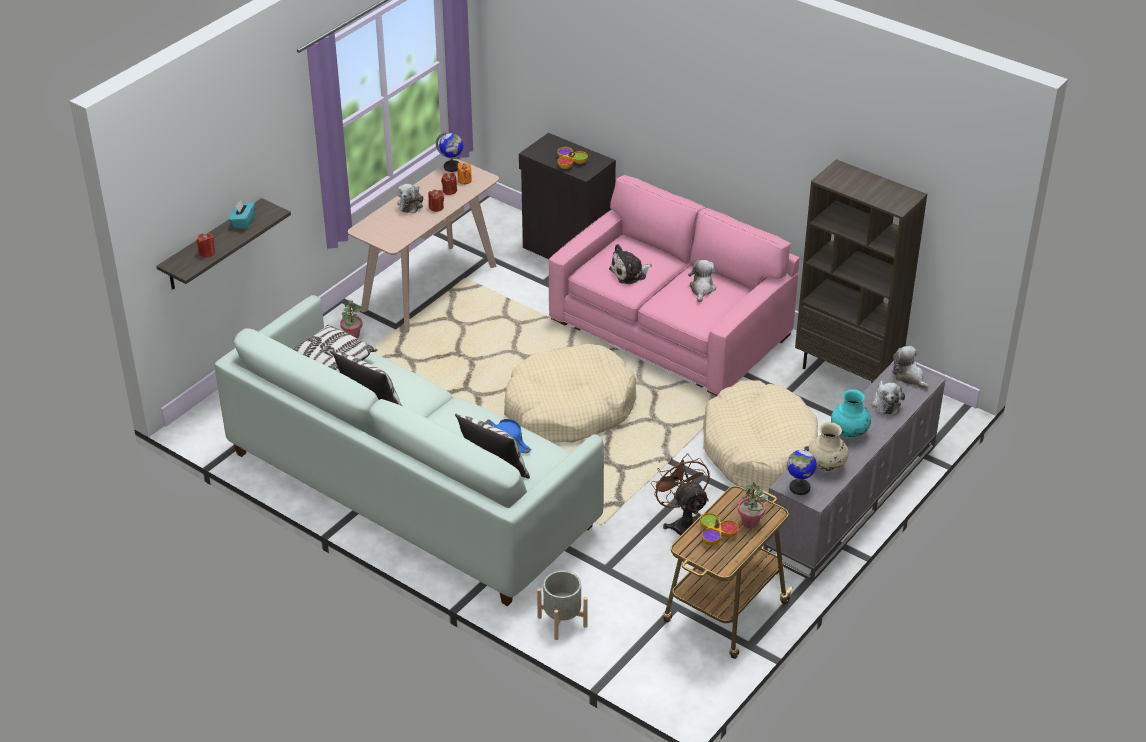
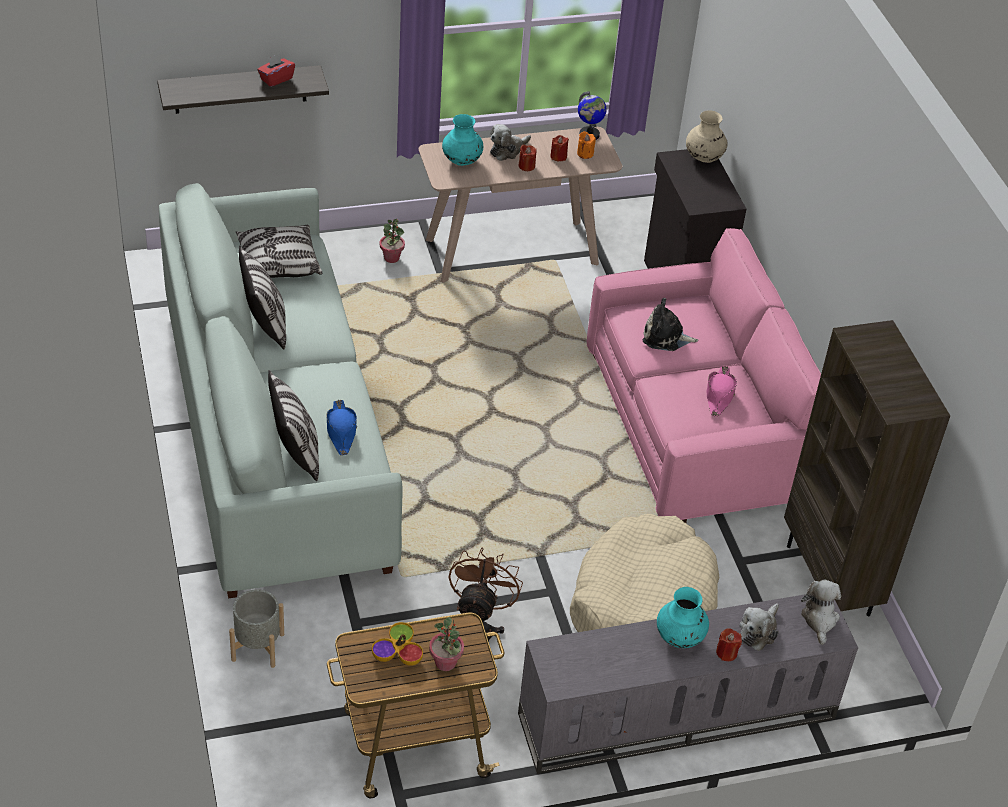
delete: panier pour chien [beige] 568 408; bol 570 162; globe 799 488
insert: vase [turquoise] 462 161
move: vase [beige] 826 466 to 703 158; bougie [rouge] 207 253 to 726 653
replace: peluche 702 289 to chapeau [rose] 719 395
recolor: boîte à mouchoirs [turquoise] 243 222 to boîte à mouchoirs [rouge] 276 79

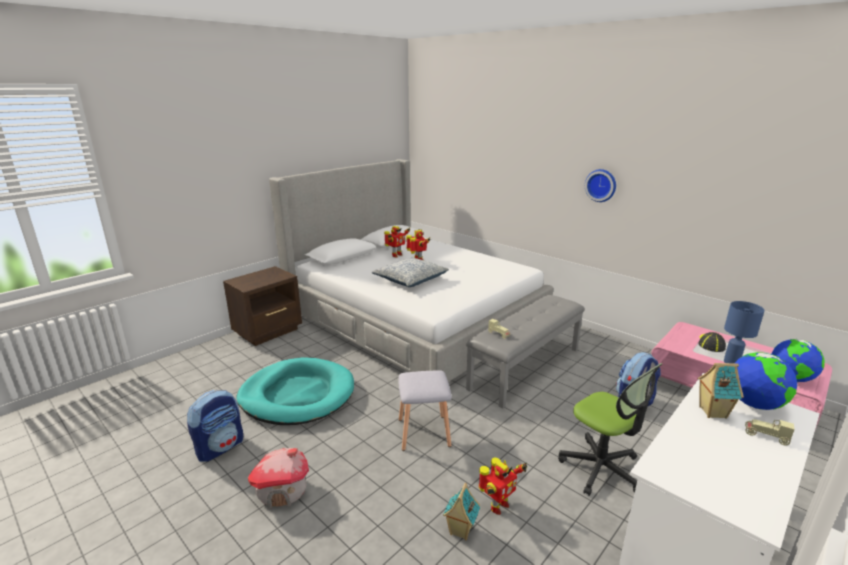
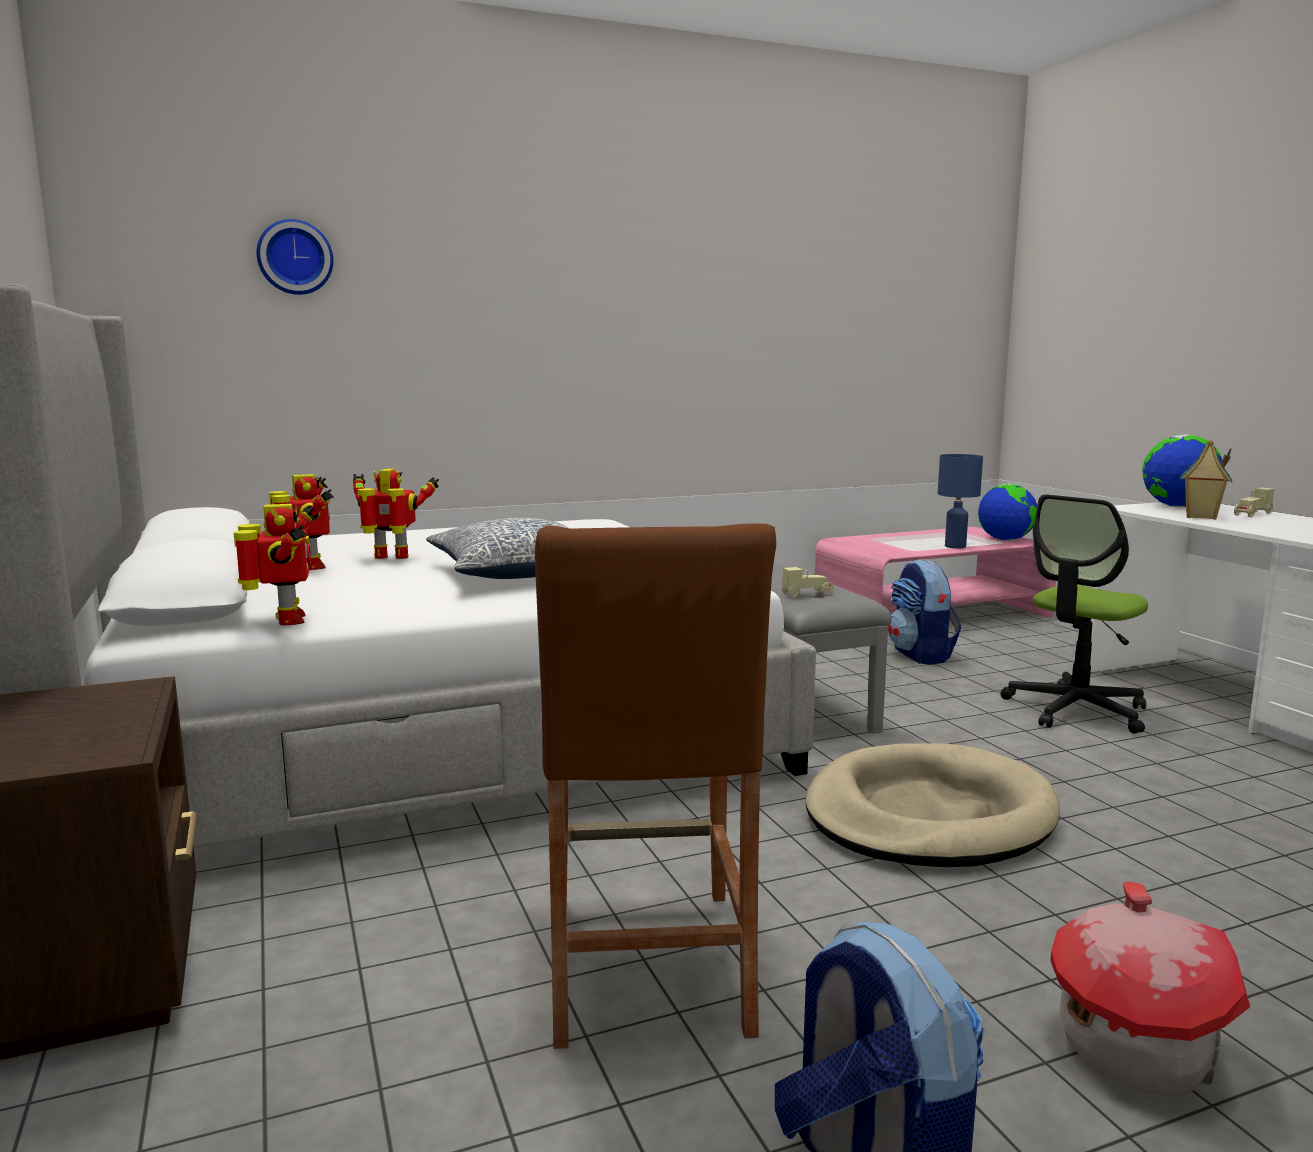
delete: maison miniature 460 531; casquette 710 344
move: robot jouet 497 506 to 286 620; horloge murale 601 185 to 295 257
replace: panier pour chien [turquoise] 297 395 to tabouret [marron] 646 962; tabouret [gris] 423 432 to panier pour chien [beige] 928 815
rotate: chaise de bureau 601 468 = 1076 710 150 degrees clockwise

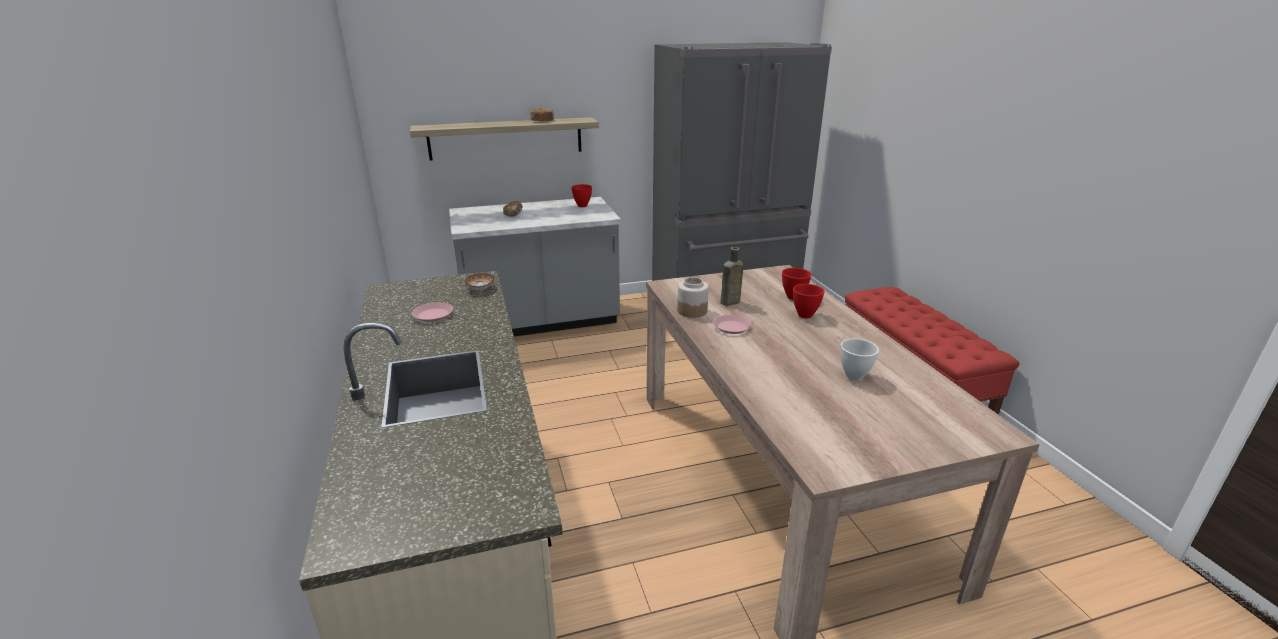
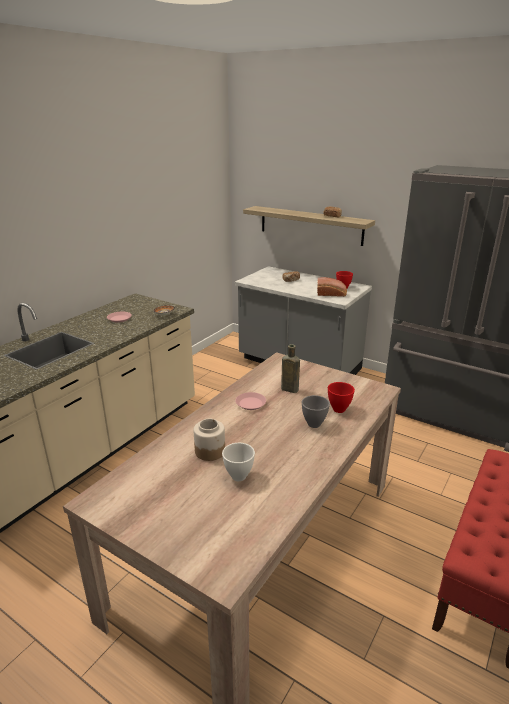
insert: pain 331 294
move: bocal 692 311 to 210 451
recolor: bol [rouge] 805 315 to bol [gris] 313 424

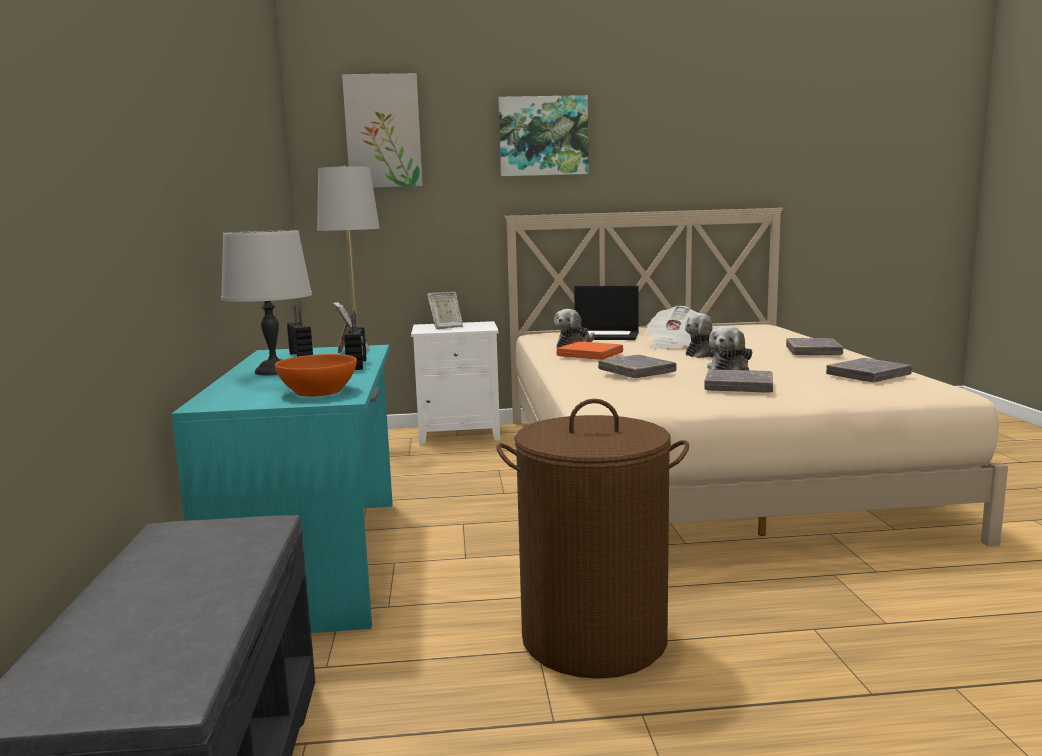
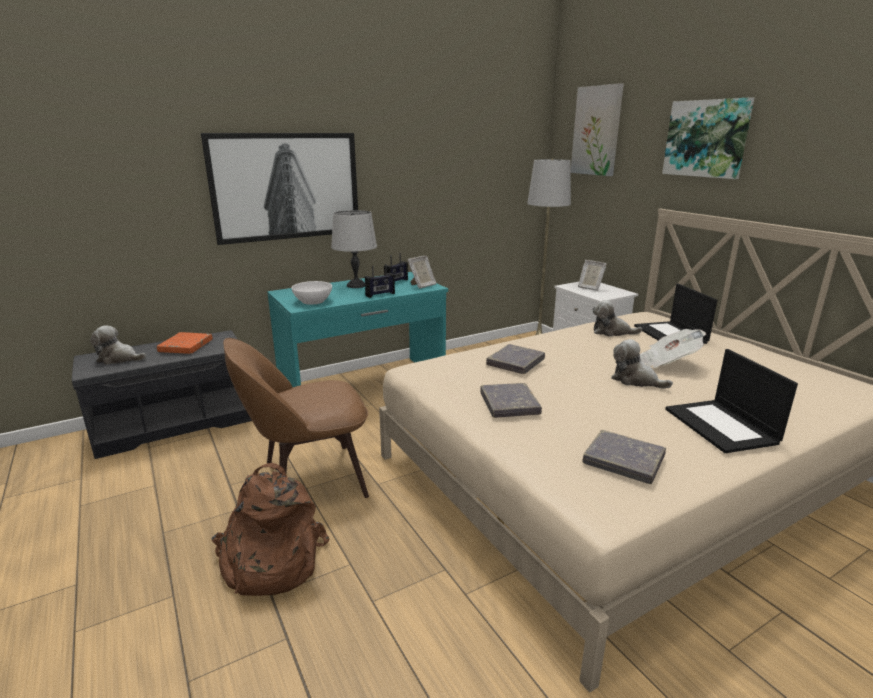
insert: tableau 286 187; sac à dos [marron] 270 561
move: peluche 729 370 to 119 359; livre [orange] 590 355 to 185 346
replace: panier à linge [marron] 593 639 to chaise [marron] 309 480; livre [gris] 813 351 to ordinateur portable 722 426
recolor: bol [orange] 318 391 to bol [blanc] 313 301

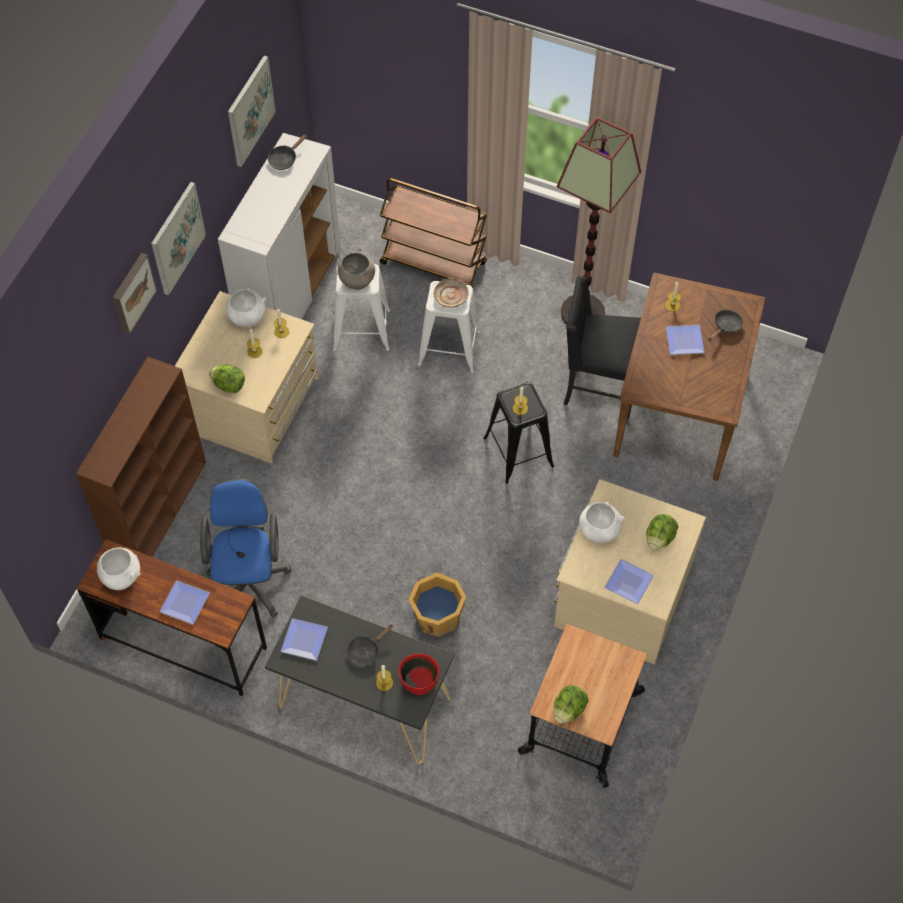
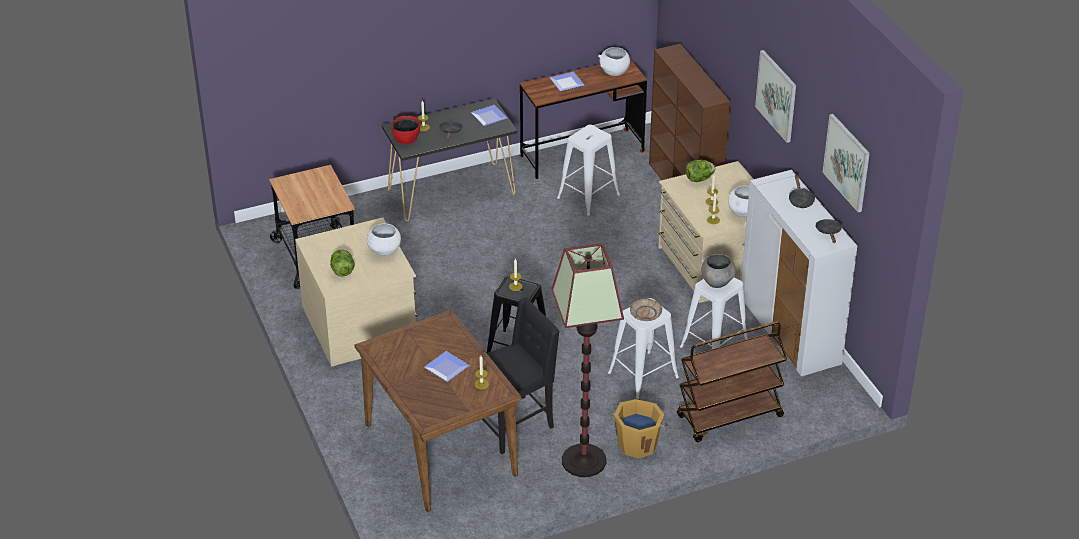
delete: tableau 132 292; laitue 569 709; assiette 630 582
move: seau [orange] 436 617 to 638 443; poêle [noir] 726 326 to 800 199
replace: chaise de bureau [bleu] 249 579 to tabouret [blanc] 588 196

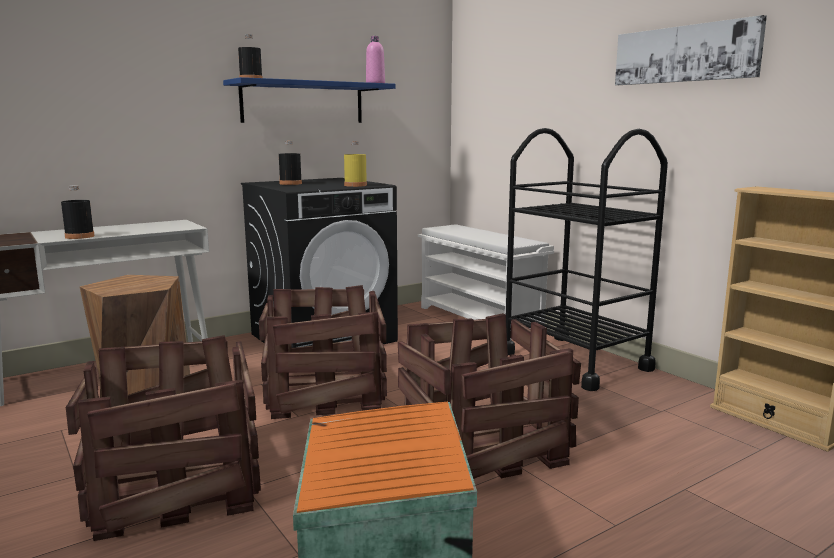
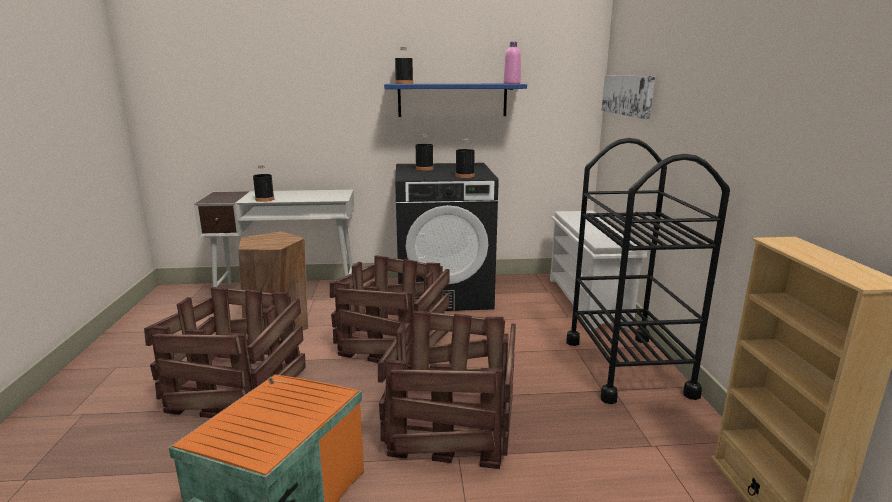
move: tableau 685 54 to 628 95
recolor: bouteille [jaune] 355 185 to bouteille [noir] 465 176

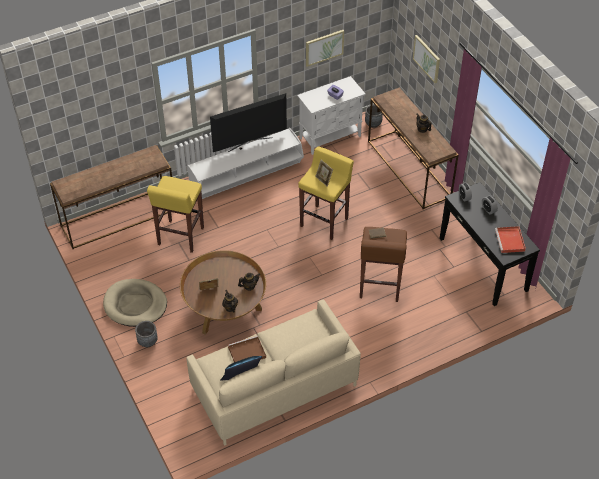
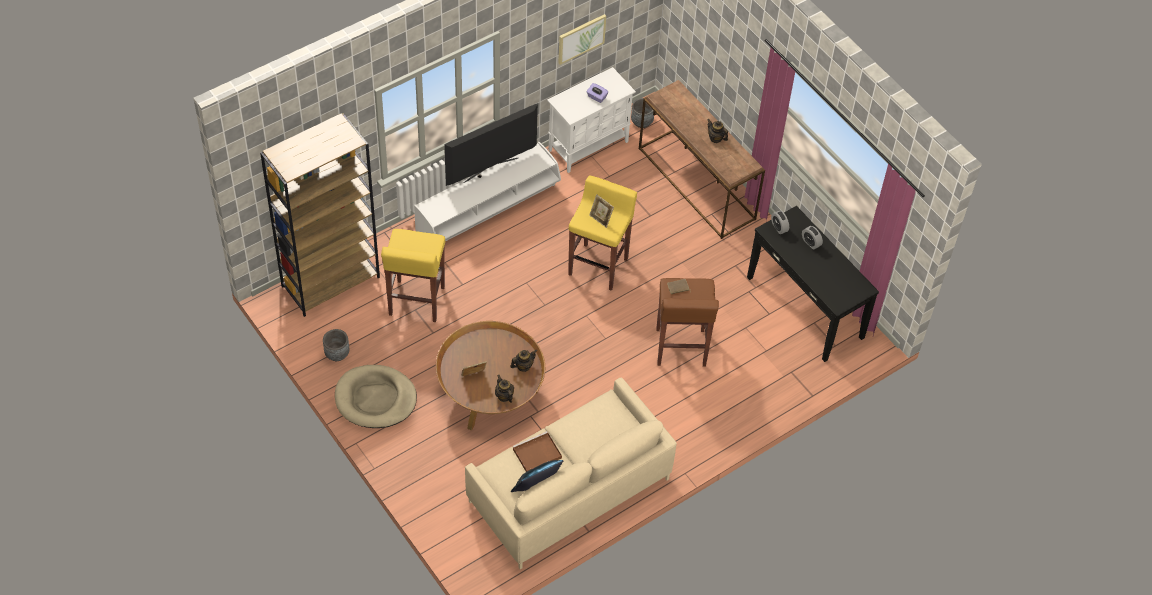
delete: tableau 427 58; plateau [rouge] 510 241
move: cache-pot [gris] 147 341 to 337 354
replace: table console [marron] 119 217 to bibliothèque [marron] 331 281

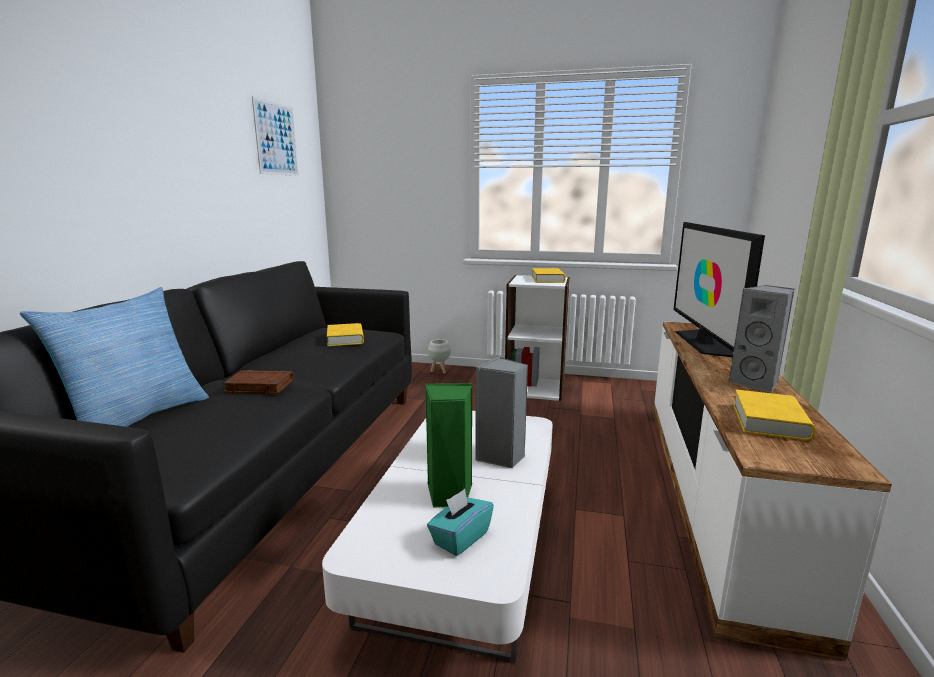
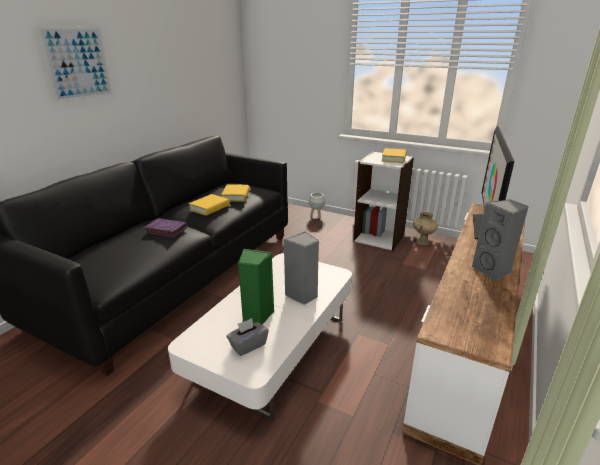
delete: coussin 136 419
insert: vase [beige] 422 242
move: tableau 276 139 to 78 63; livre [jaune] 769 421 to 209 208
recolor: livre [marron] 259 386 to livre [violet] 166 230; boîte à mouchoirs [turquoise] 460 538 to boîte à mouchoirs [gris] 248 345

